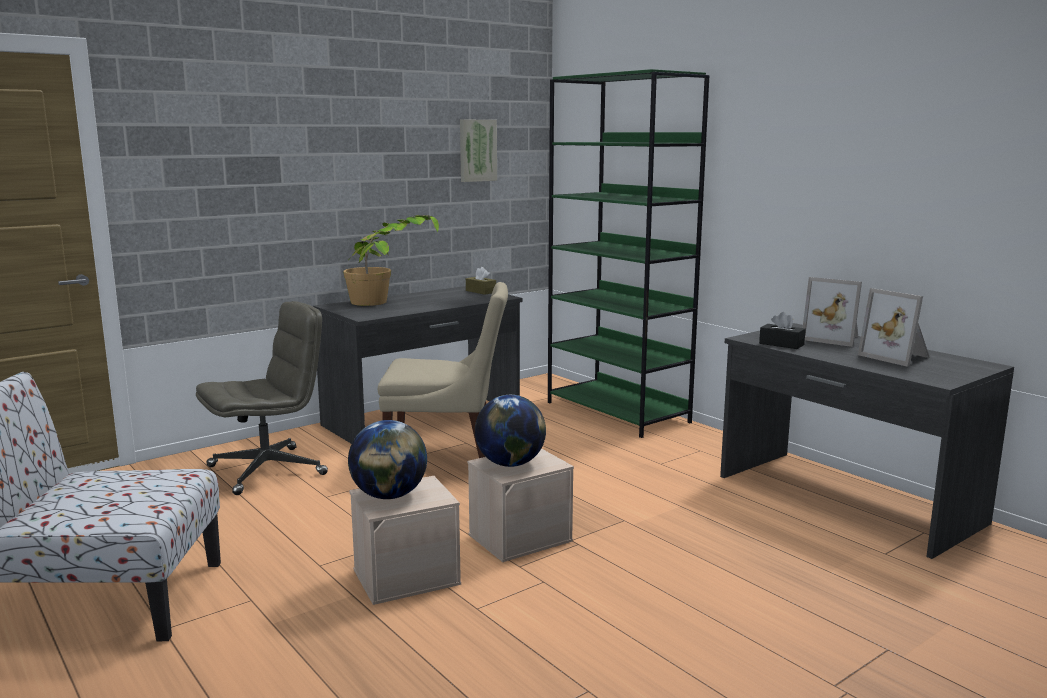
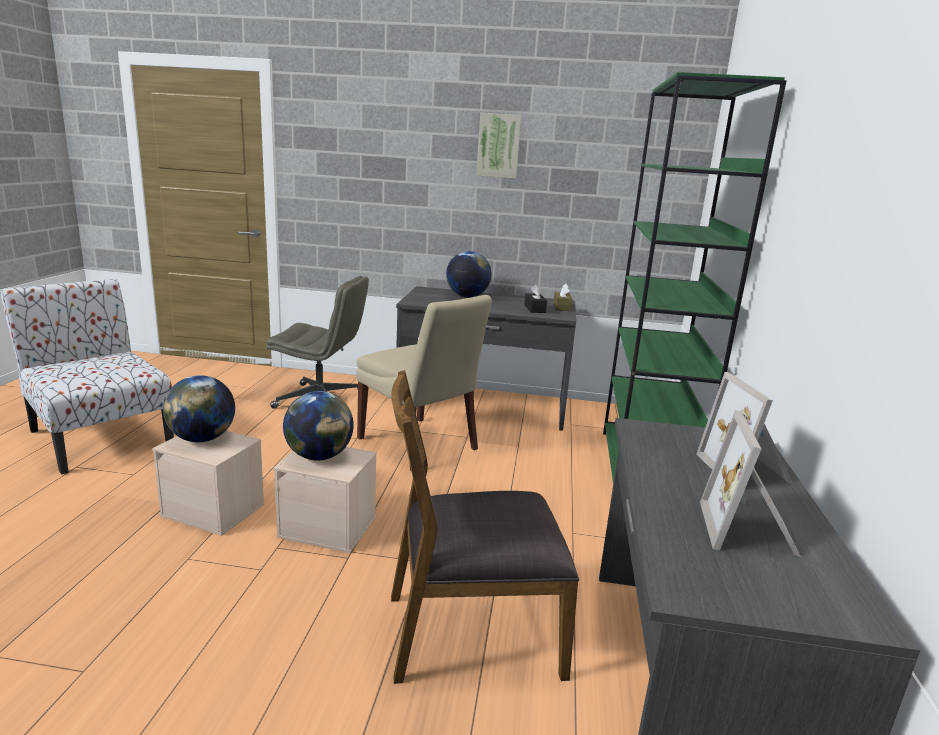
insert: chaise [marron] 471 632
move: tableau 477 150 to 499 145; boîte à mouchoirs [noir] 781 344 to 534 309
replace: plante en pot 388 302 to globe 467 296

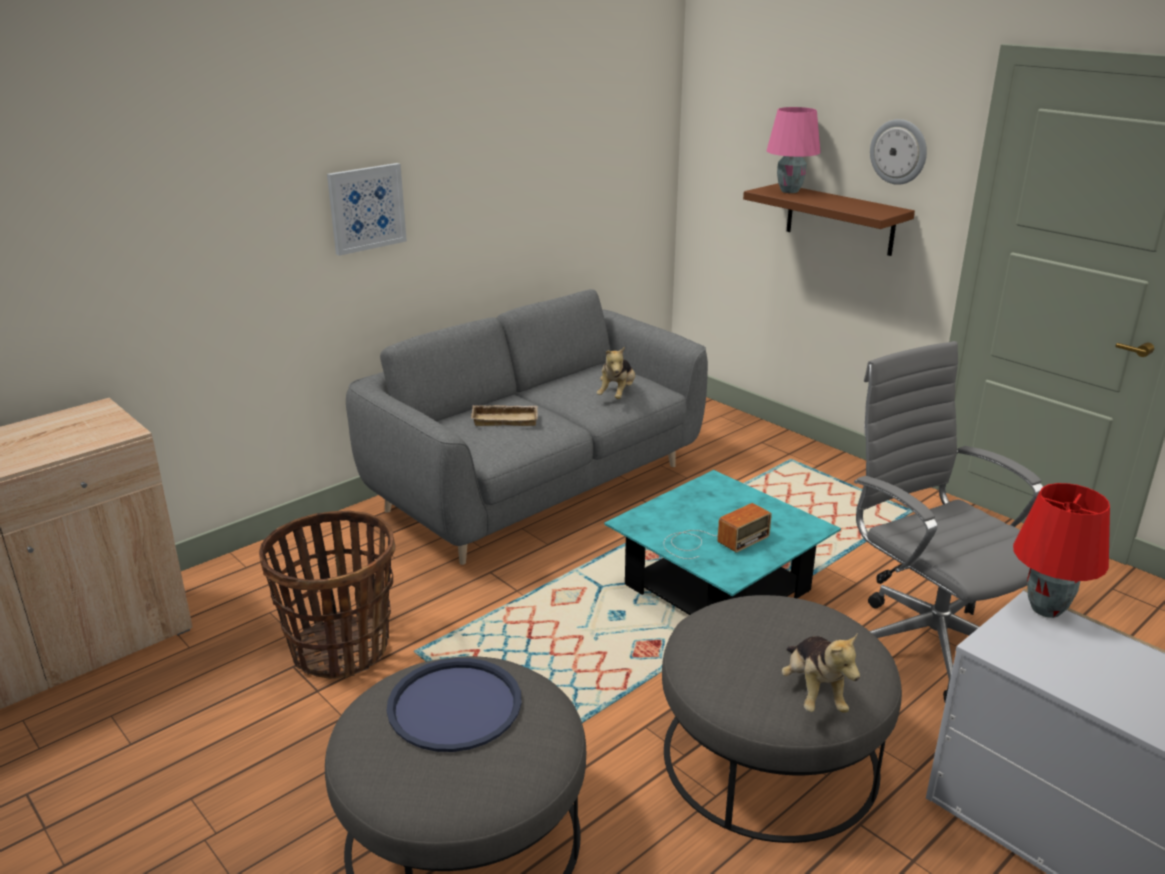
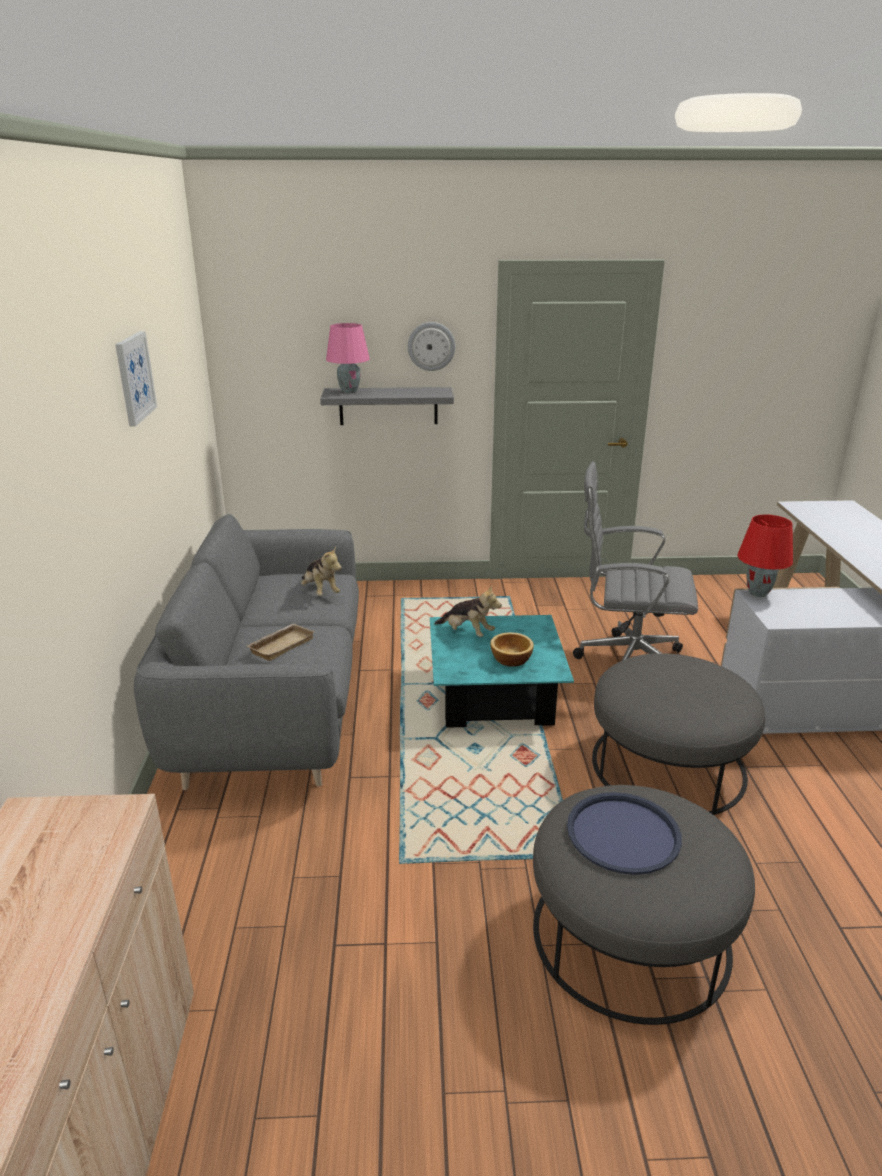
delete: panier 341 649
move: tableau 366 208 to 134 377; peluche 814 692 to 467 633
replace: radio 711 541 to bol 510 659
recolor: étagère [marron] 840 219 to étagère [gris] 388 406

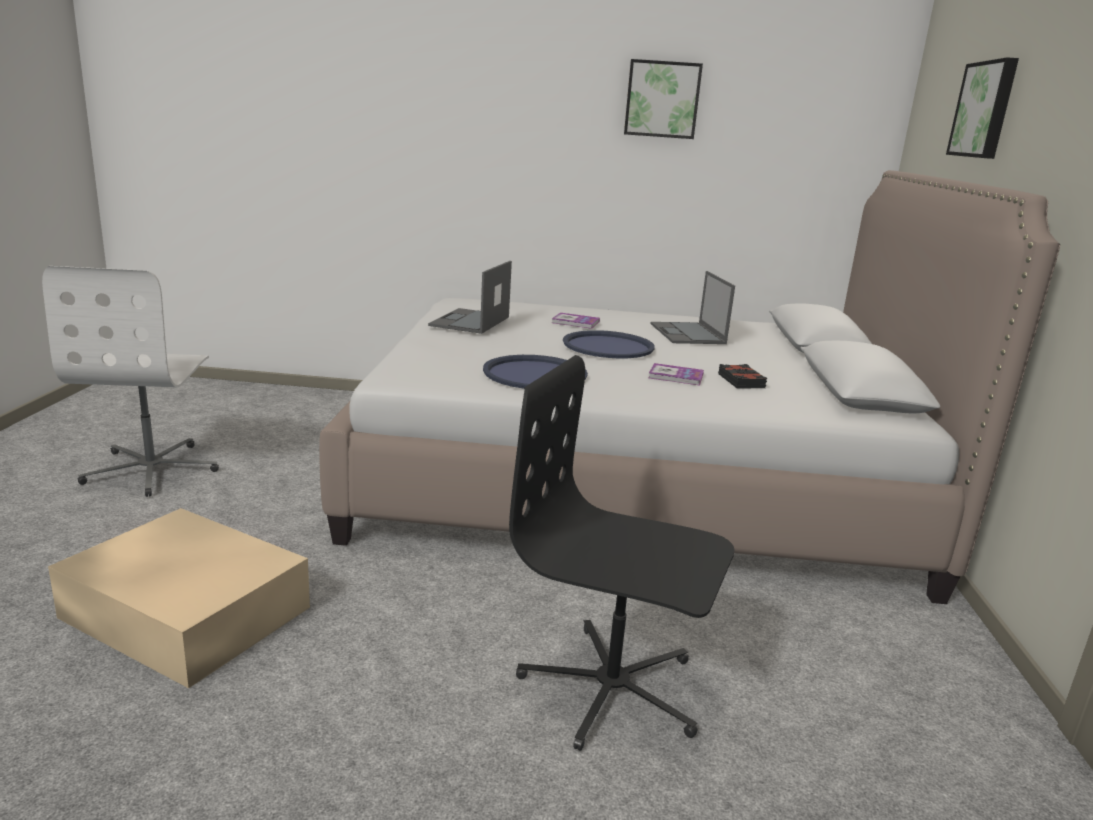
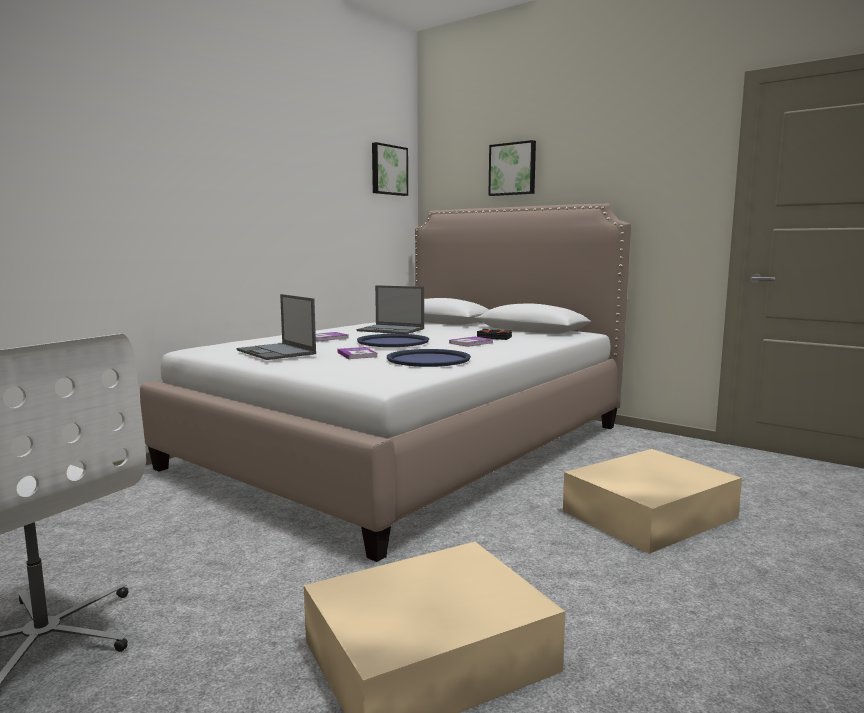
insert: livre 357 354
move: tableau 662 99 to 388 170
replace: chaise de bureau [noir] 611 689 to boîte de rangement [beige] 647 514

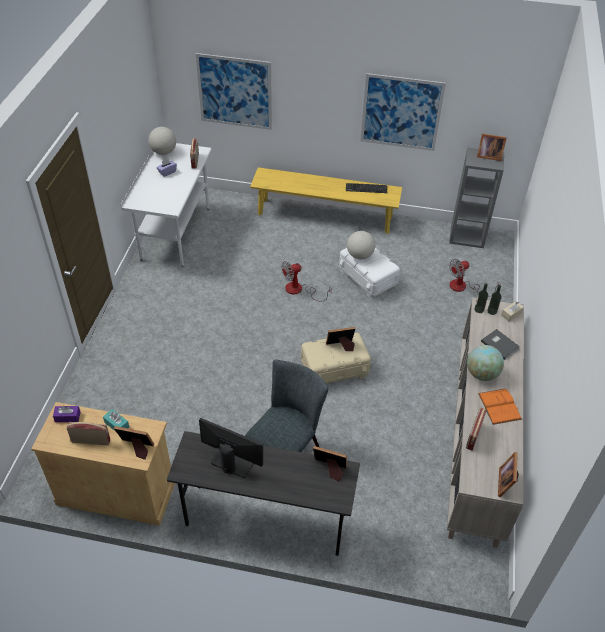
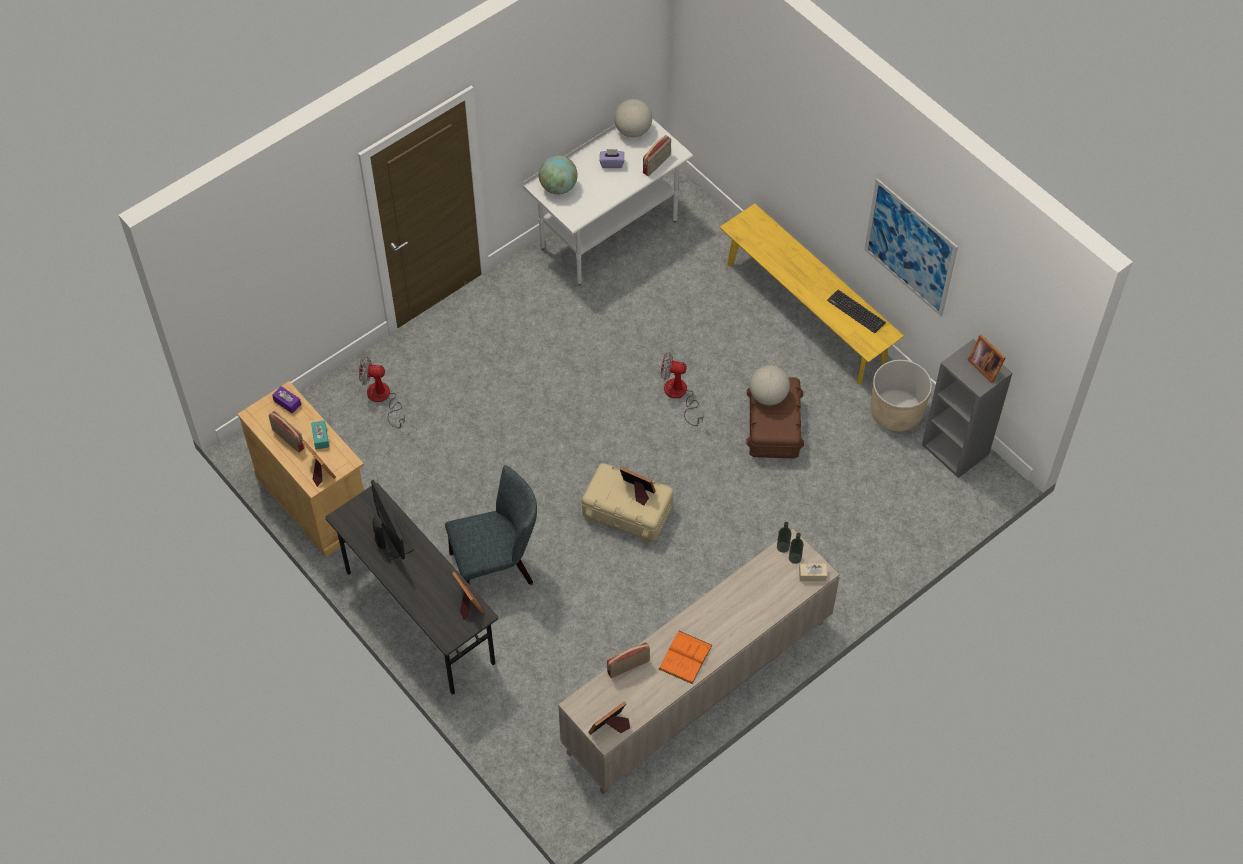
delete: tableau 235 92; livre [gris] 500 344
insert: cache-pot [beige] 896 412
move: ventilateur 464 287 to 382 399; globe 482 374 to 558 187
recolor: boîte de rangement [blanc] 368 277 to boîte de rangement [marron] 774 428

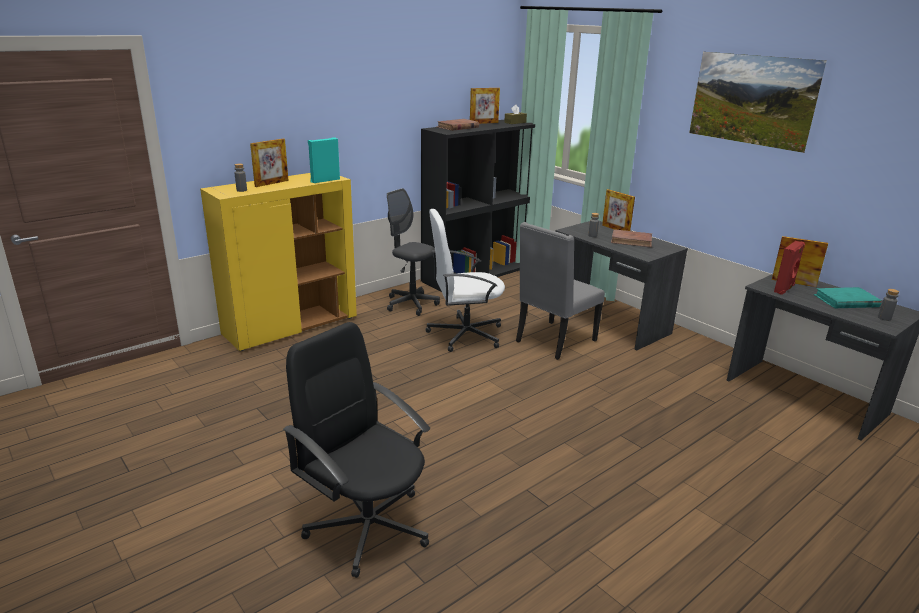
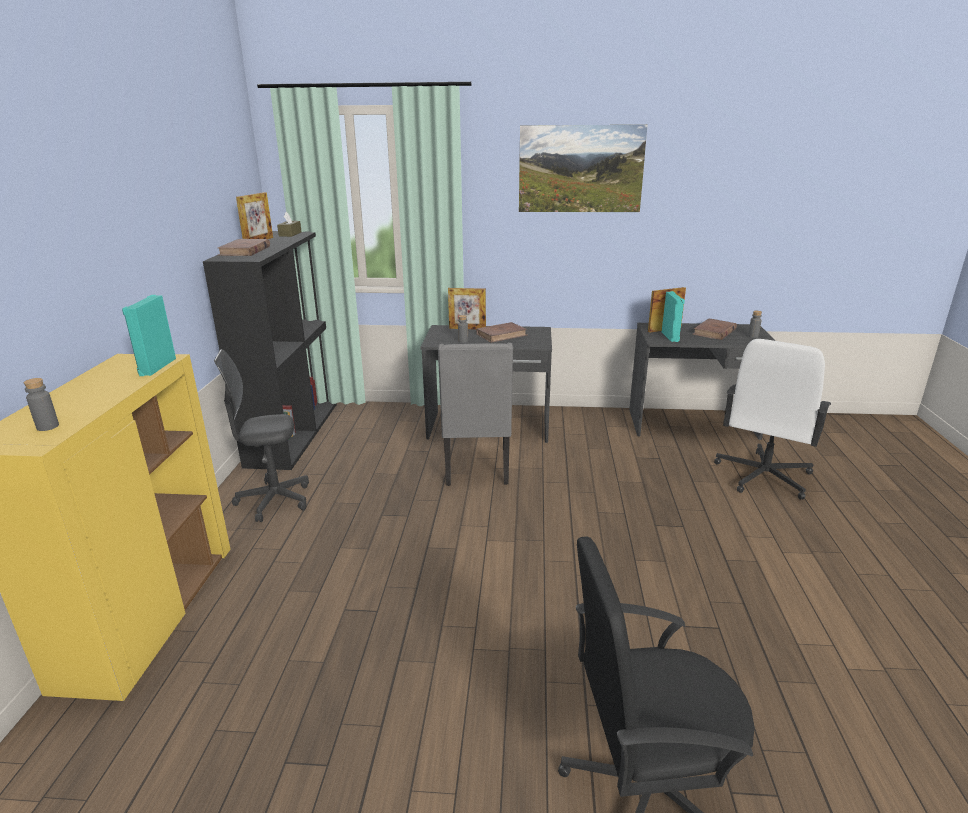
delete: cadre photo 271 183
move: chaise de bureau [blanc] 464 334 to 763 476
recolor: enceinte [rouge] 784 289 to enceinte [turquoise] 671 337; livre [turquoise] 846 301 to livre [marron] 714 332

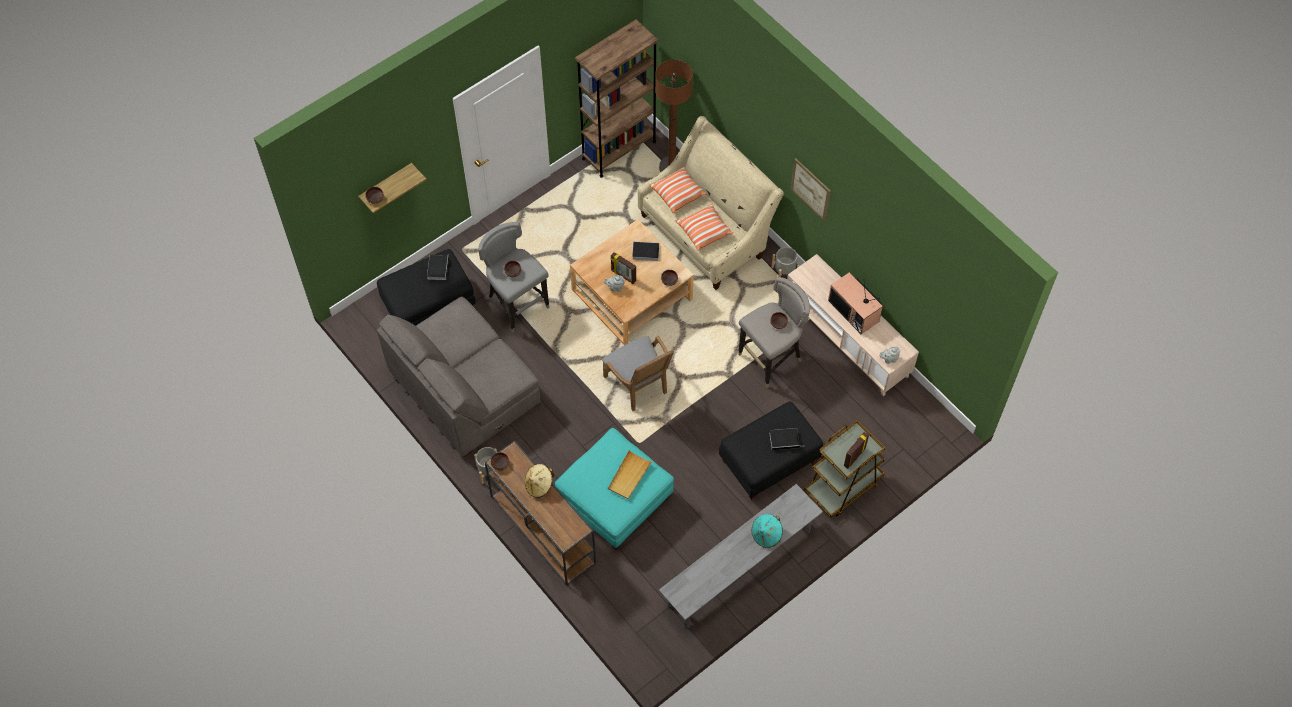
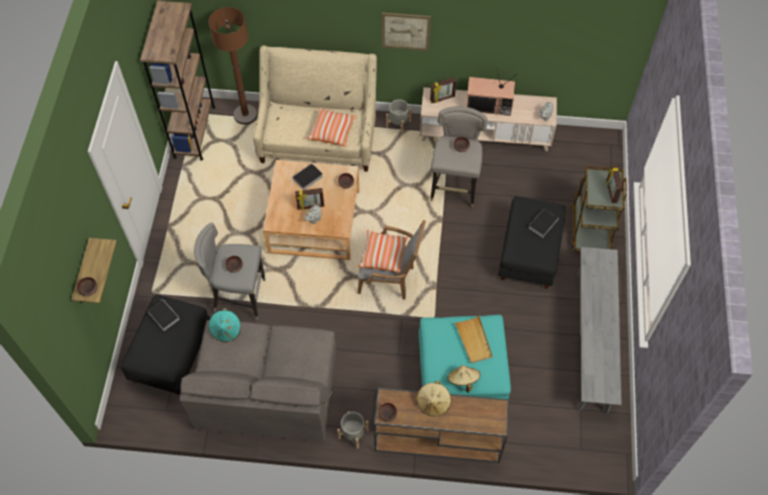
insert: cadre photo 442 99; chapeau [beige] 463 380
move: chapeau [turquoise] 766 535 to 226 330; coussin 678 194 to 383 255

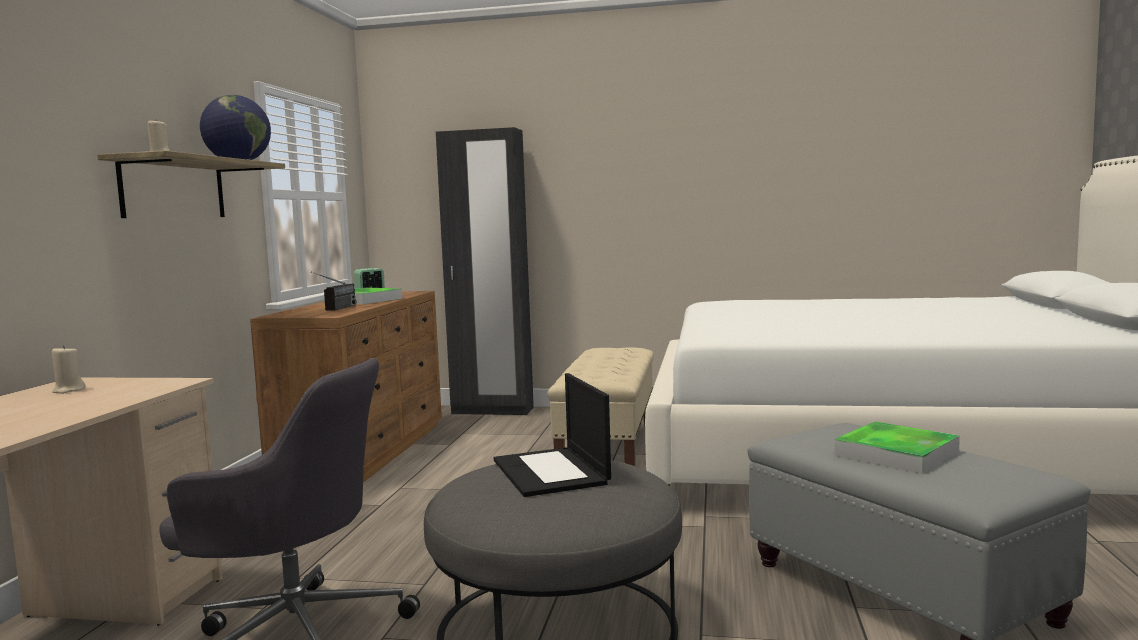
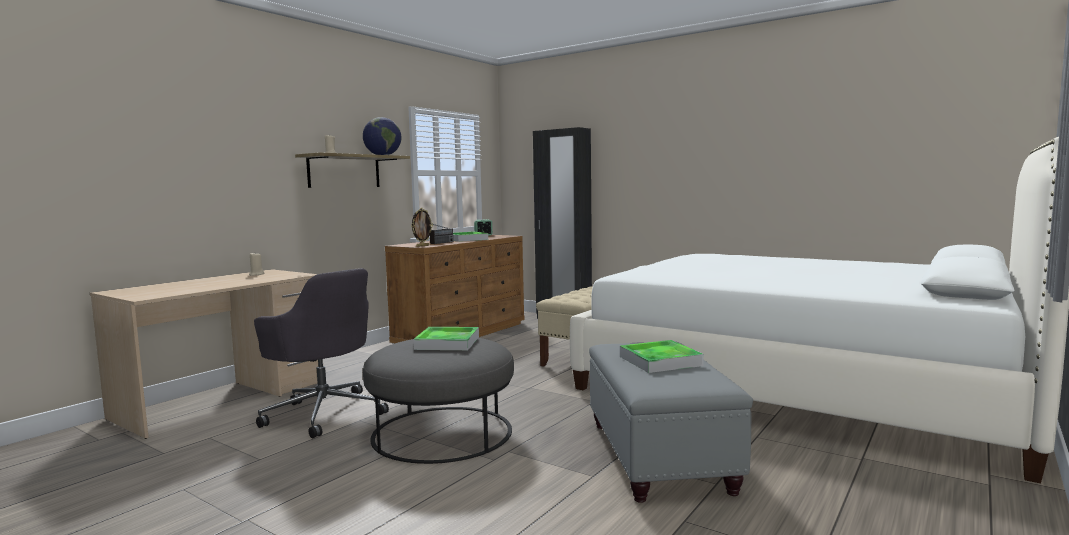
insert: cadre photo 422 246
replace: ordinateur portable 551 472 to plateau 447 343

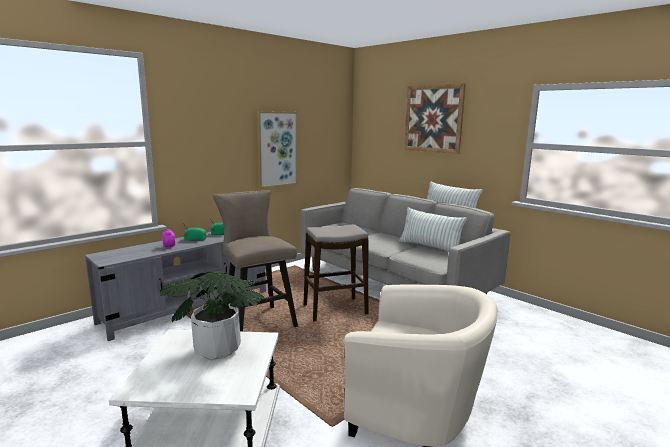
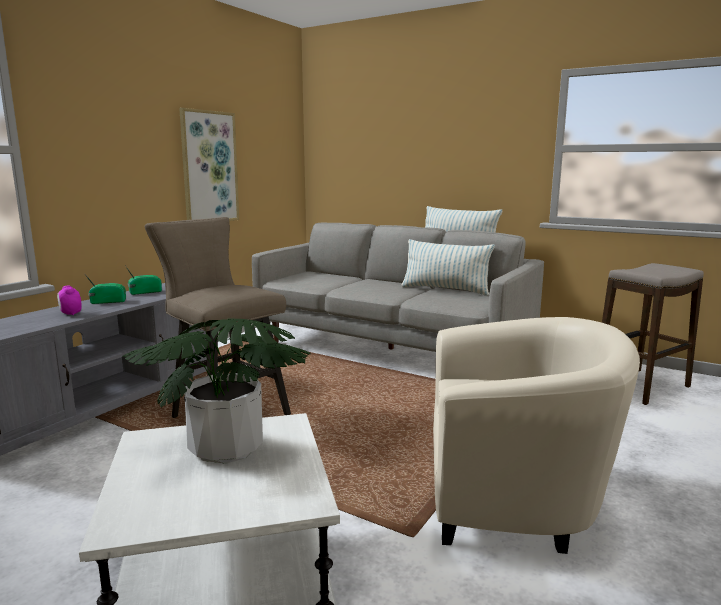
delete: tableau 433 118
move: tabouret 334 309 to 640 386

